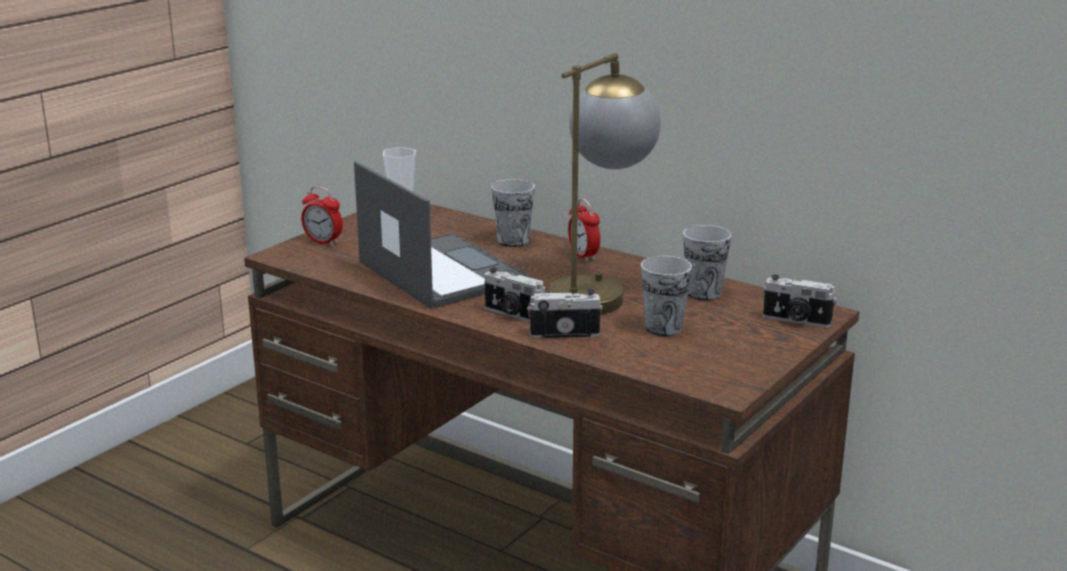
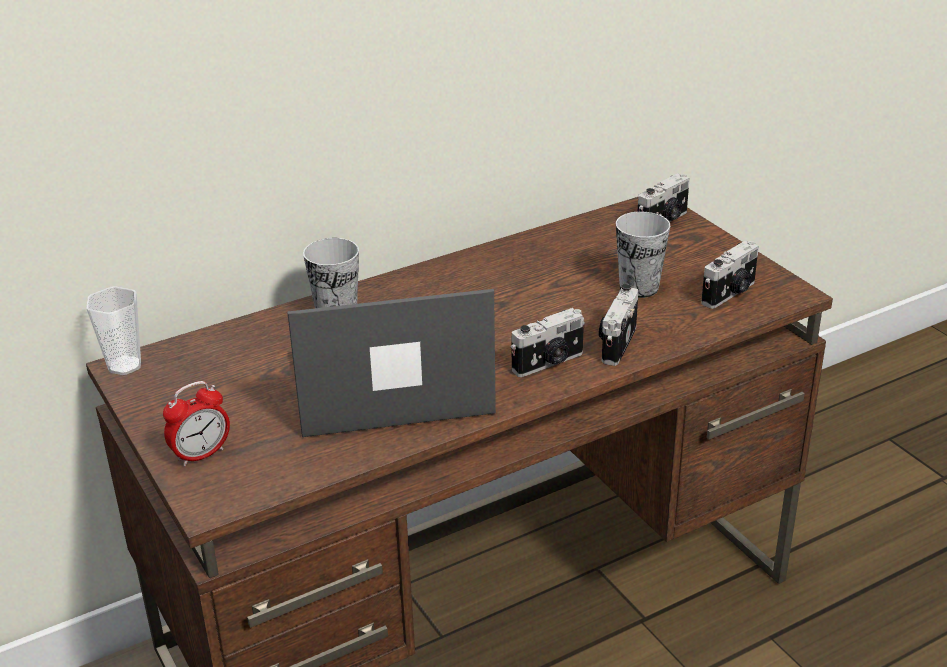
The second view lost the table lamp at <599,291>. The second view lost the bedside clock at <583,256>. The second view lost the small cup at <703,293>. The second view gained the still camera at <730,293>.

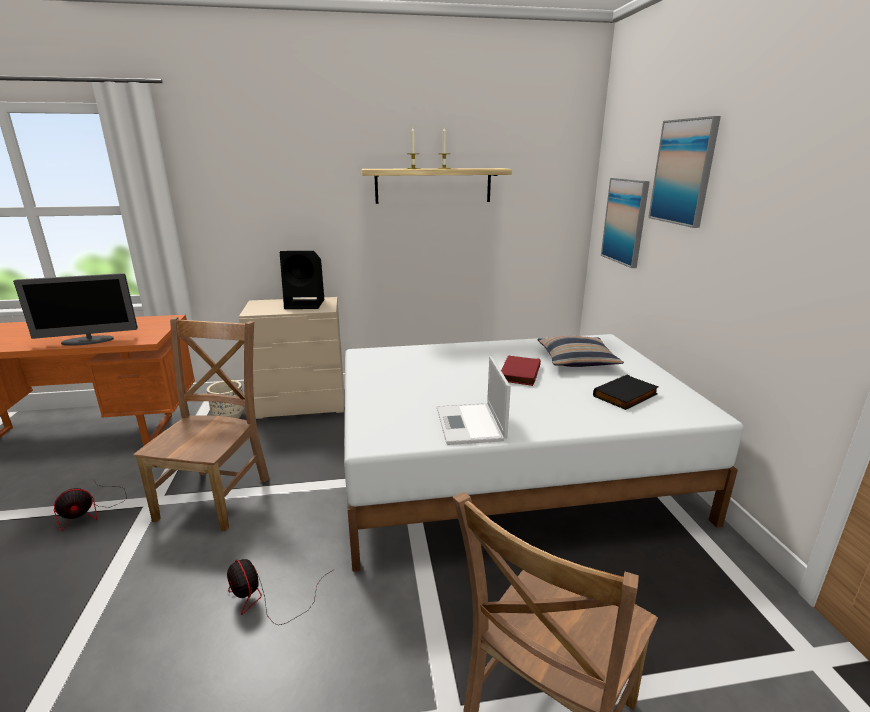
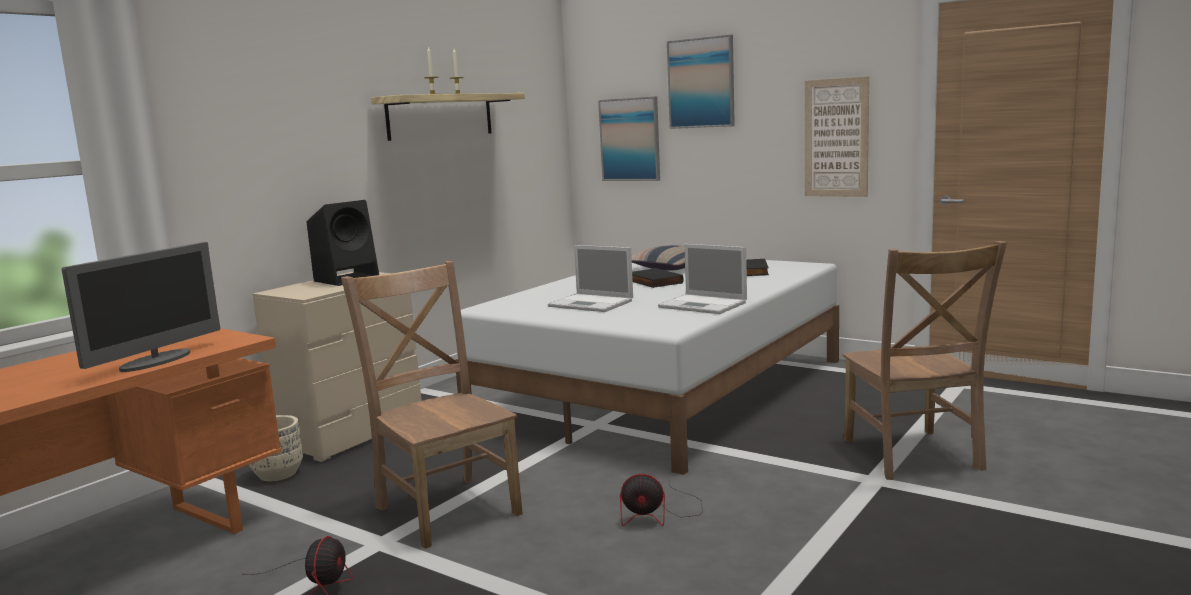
What was the volume (red-coloured) at <518,373> turned into the volume (blackish) at <652,282>. The second view gained the picture at <836,138>. The second view gained the laptop at <592,303>.

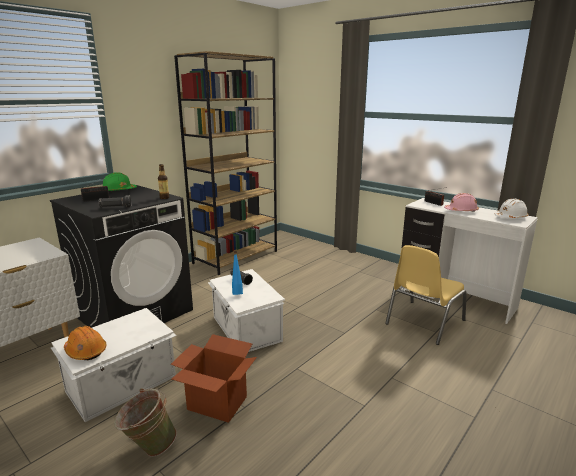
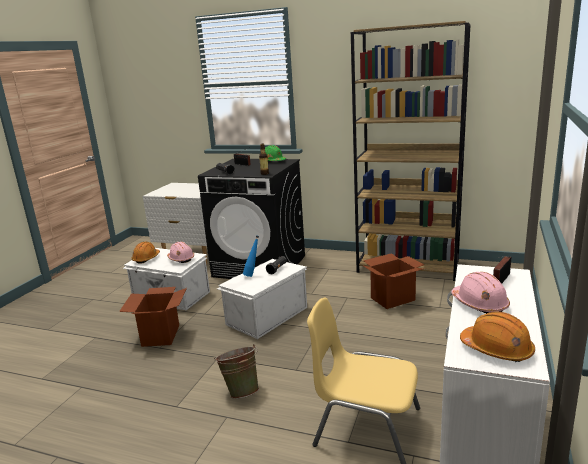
What was the hard hat (white) at <510,217> turned into the hard hat (orangey) at <497,349>. The bucket (greenish) ended up elsewhere, having gone from <148,447> to <241,391>. The second view gained the hard hat (pink) at <181,259>. The second view gained the packing box at <393,299>.

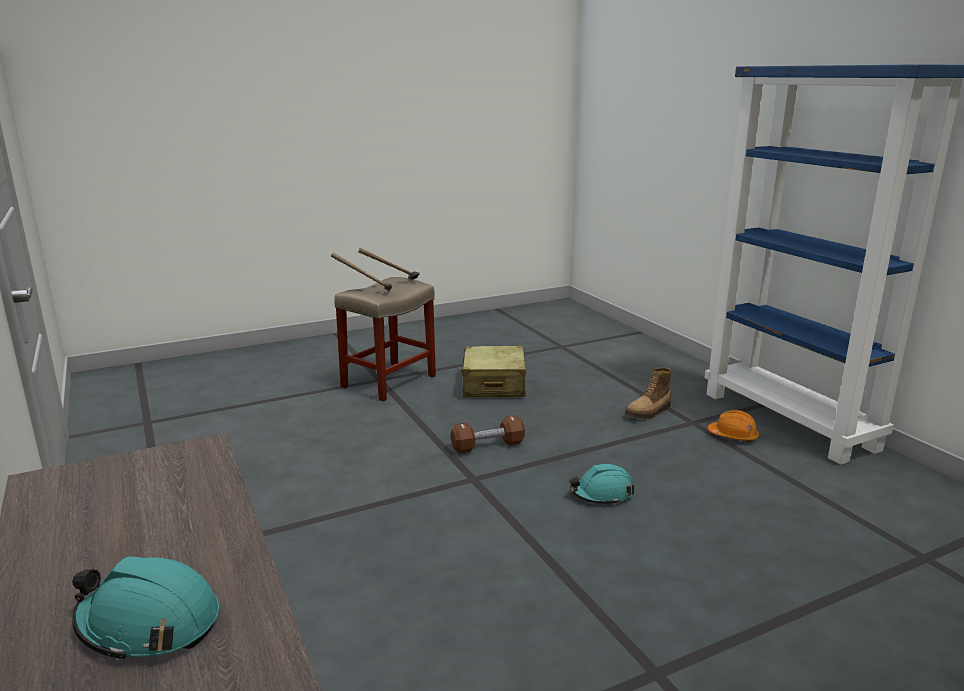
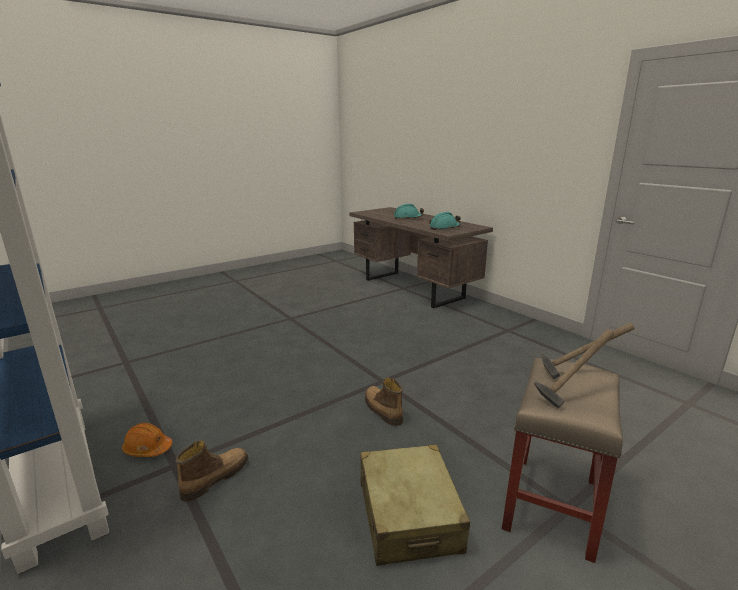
Where the dumbbell (brown) stood at <487,446>, the high-top boot came to stand at <382,410>. The hard hat (turquoise) ended up elsewhere, having gone from <602,494> to <444,228>.

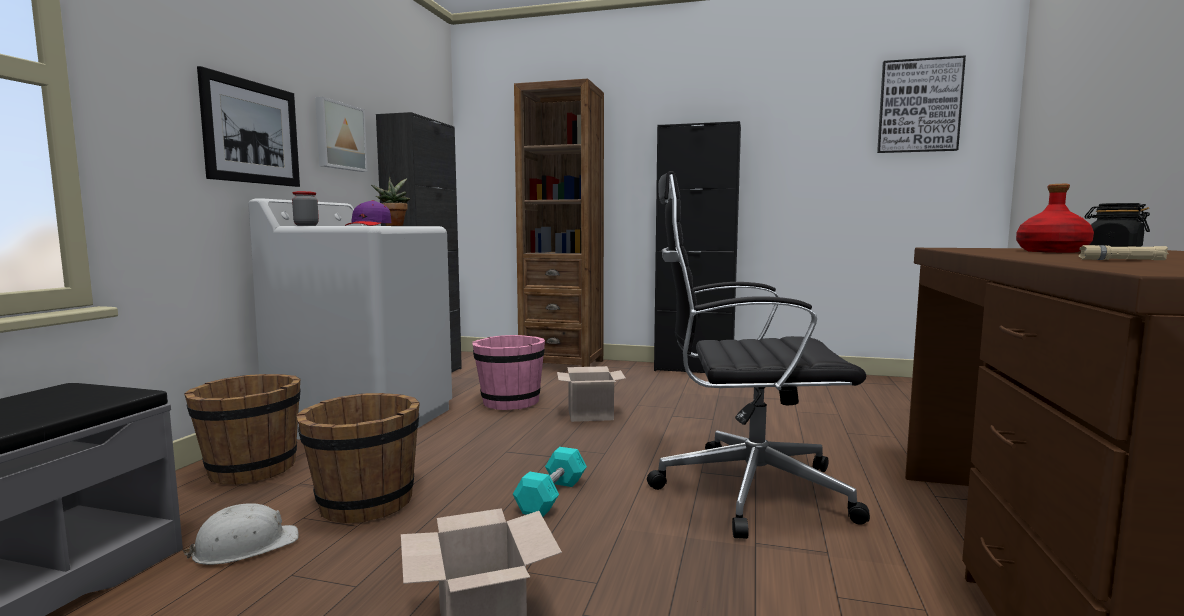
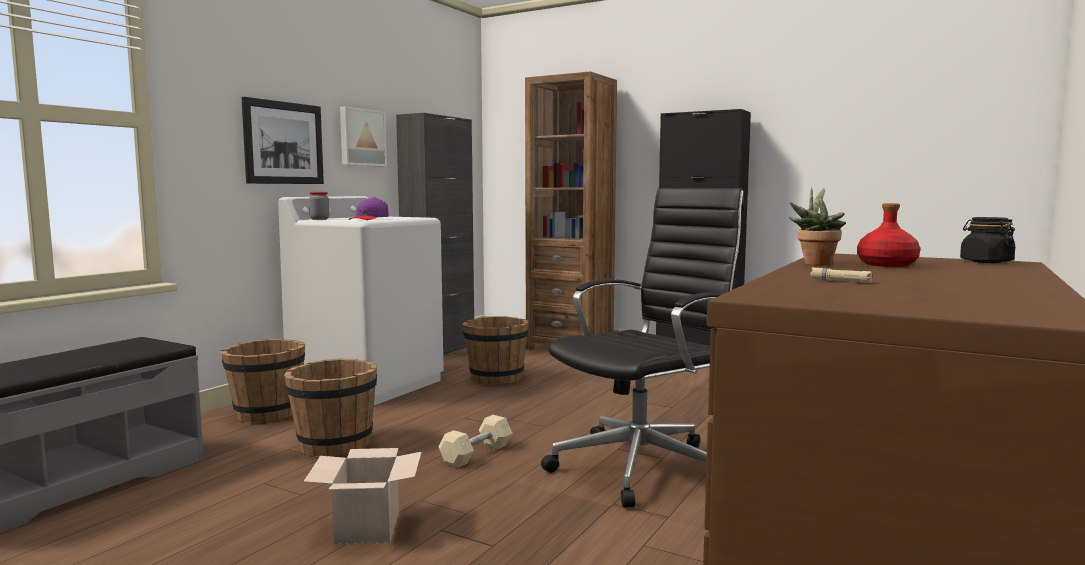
The second view lost the picture at <919,106>. The computer chair (blackish) at <746,490> ended up facing another way, 120 degrees clockwise from before. The houseplant ended up elsewhere, having gone from <394,225> to <815,263>. What was the bucket (pink) at <510,402> turned into the bucket (brown) at <496,378>. The second view lost the packing box at <591,415>. What was the dumbbell (turquoise) at <551,496> turned into the dumbbell (sand-coloured) at <476,454>. The second view lost the hard hat (white) at <245,546>.

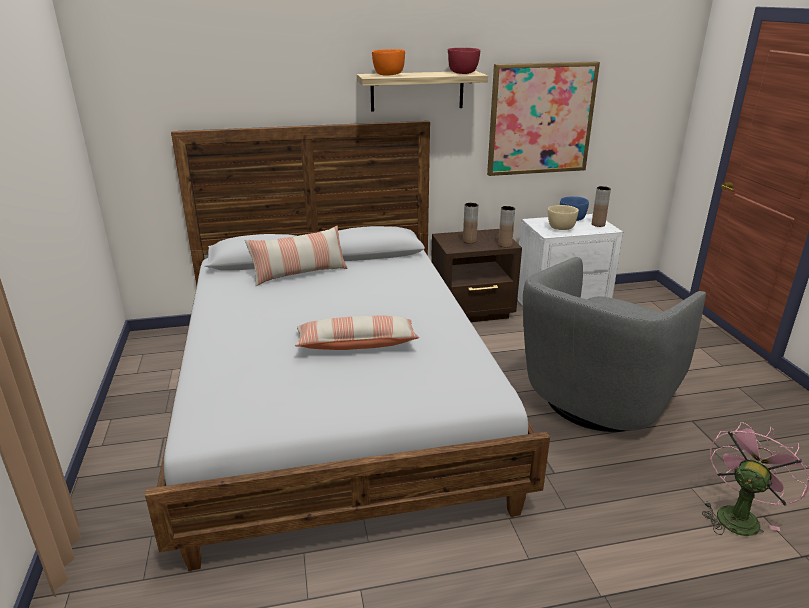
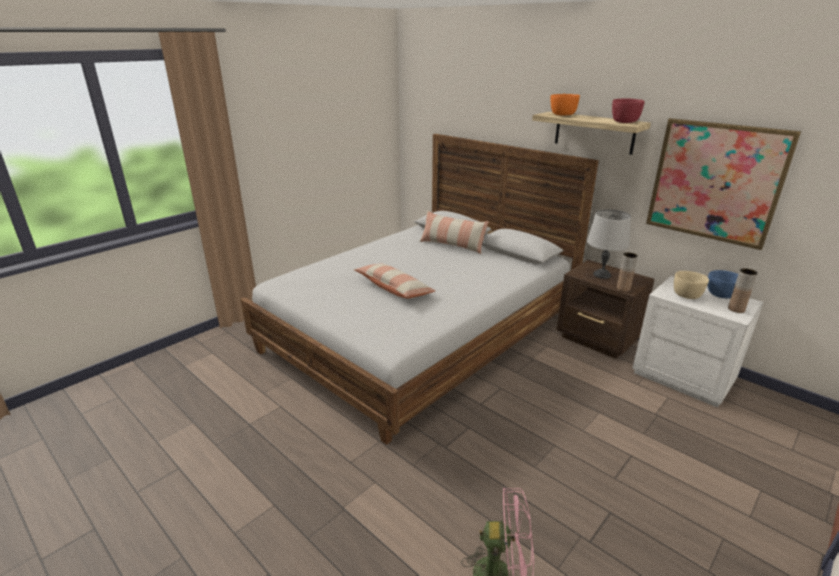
Where the decorative vase (brown) stood at <469,241>, the table lamp (grey) came to stand at <602,274>. The second view lost the easy chair (grey) at <596,400>.

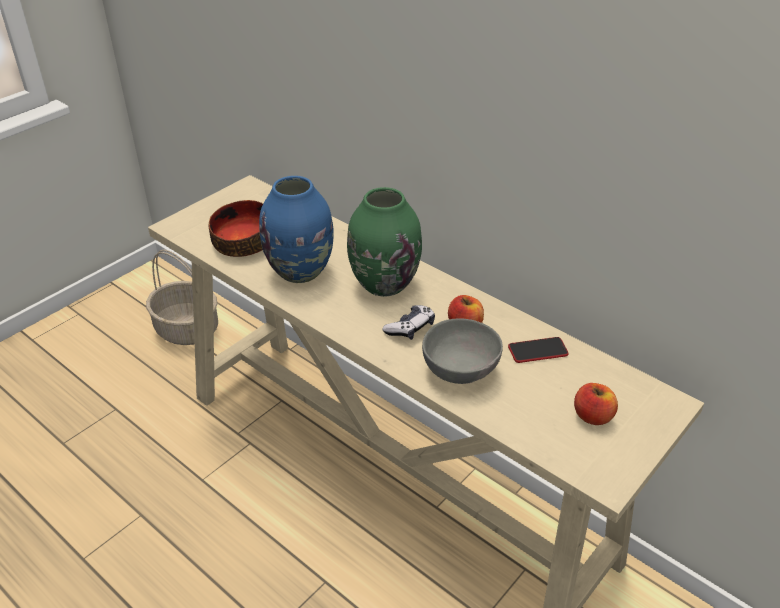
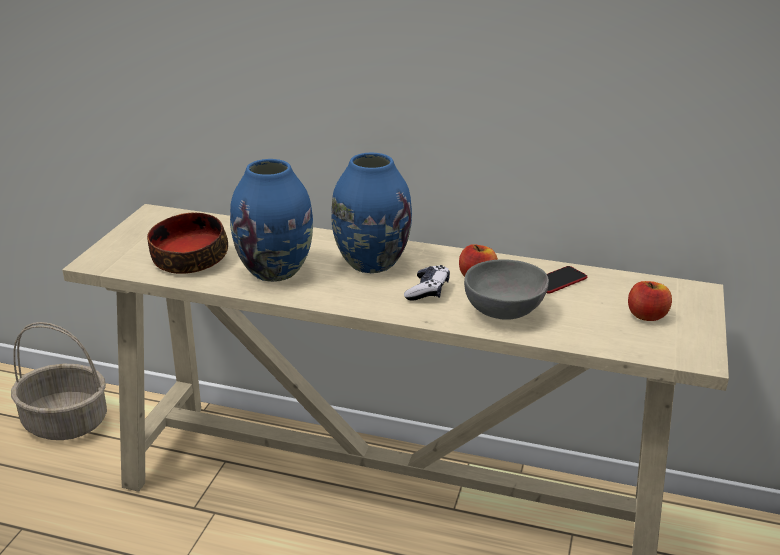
What was the decorative vase (greenish) at <384,283> turned into the decorative vase (blue-coloured) at <371,262>.

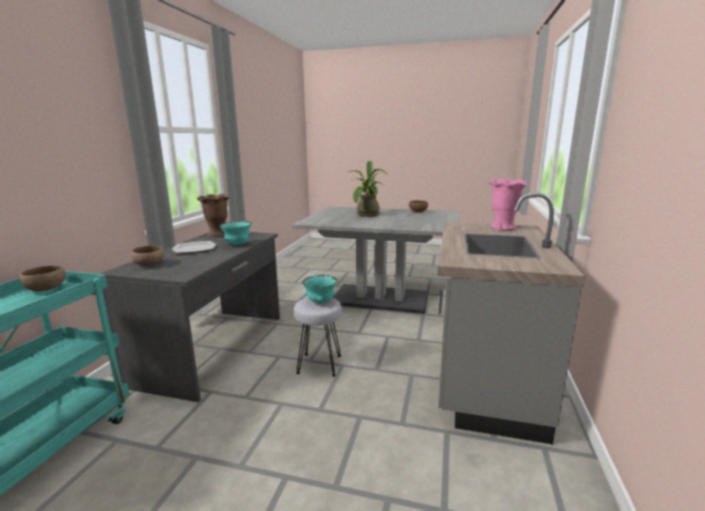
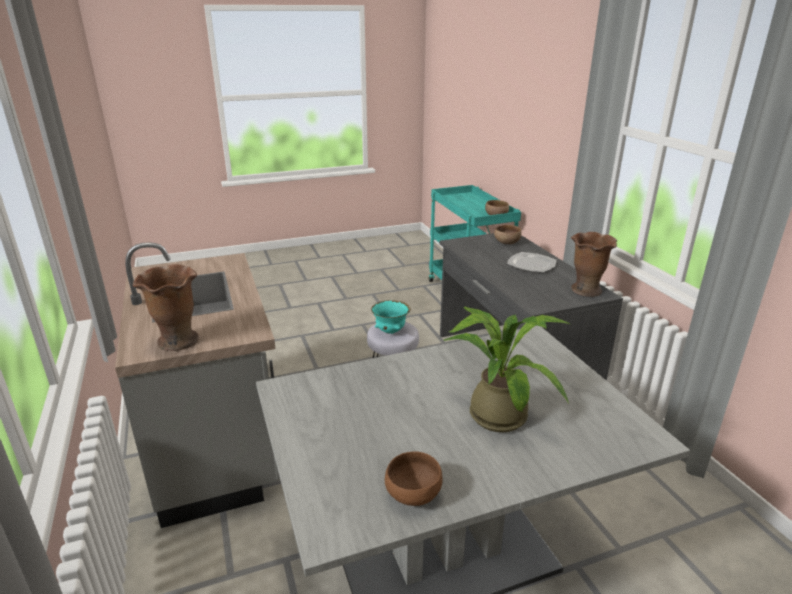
What was the decorative vase (pink) at <503,228> turned into the decorative vase (brown) at <178,341>. The second view lost the bowl (turquoise) at <238,245>.

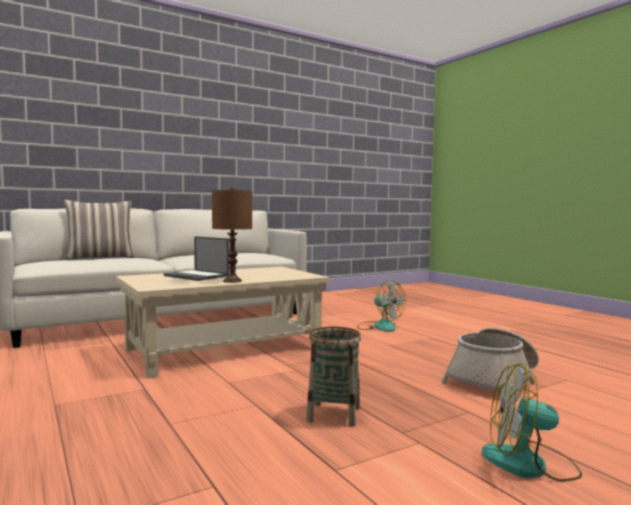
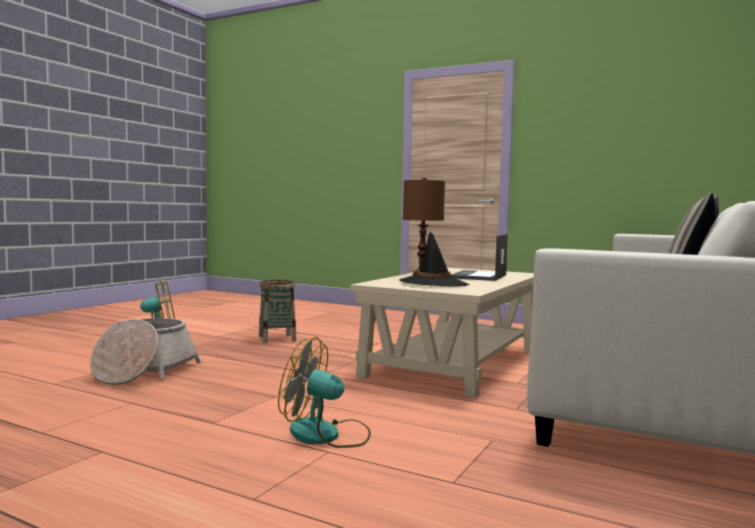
The laptop at <197,276> ended up facing another way, 75 degrees counterclockwise from before. The second view gained the clothing hat (blackish) at <433,283>.

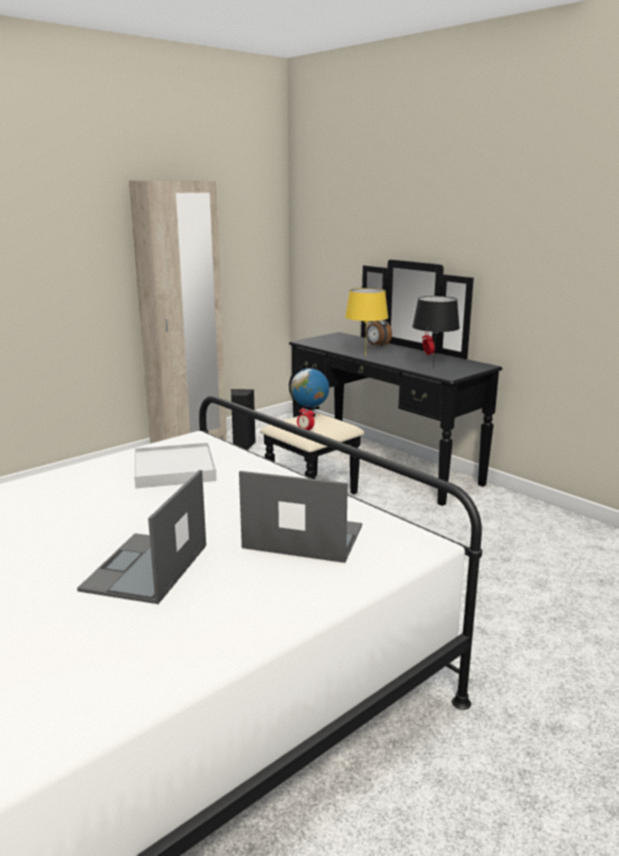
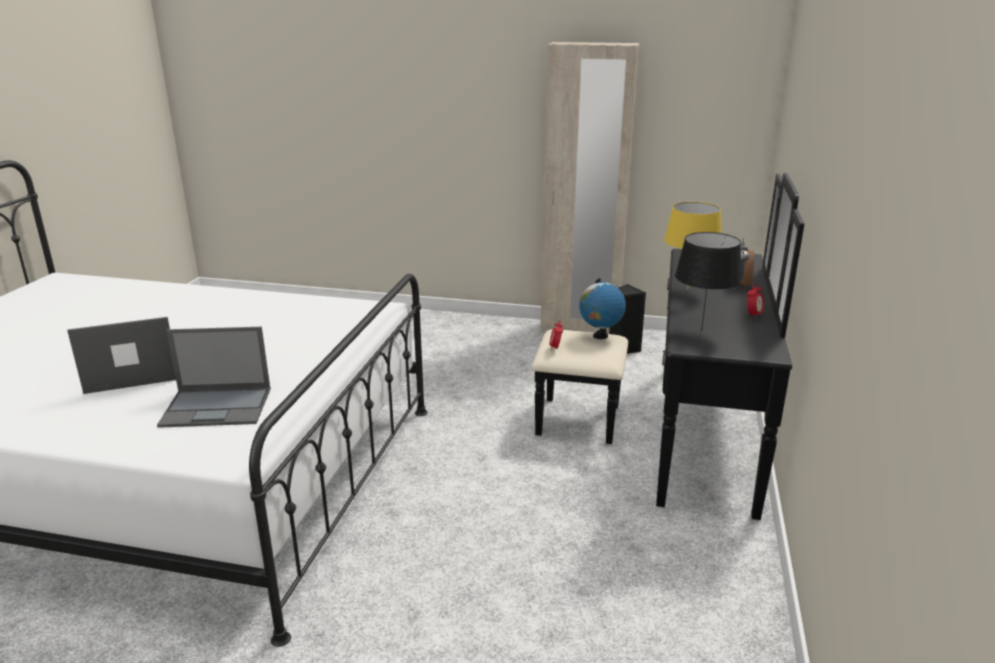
The second view lost the carrying tray (white) at <174,469>. The laptop at <301,537> ended up facing another way, 105 degrees clockwise from before.

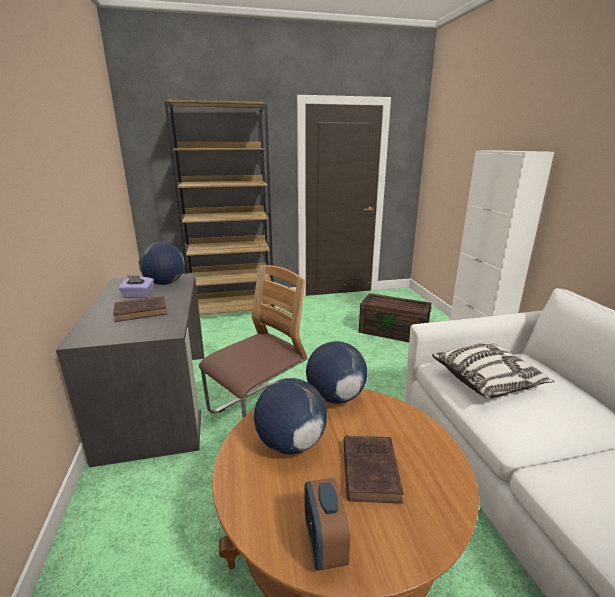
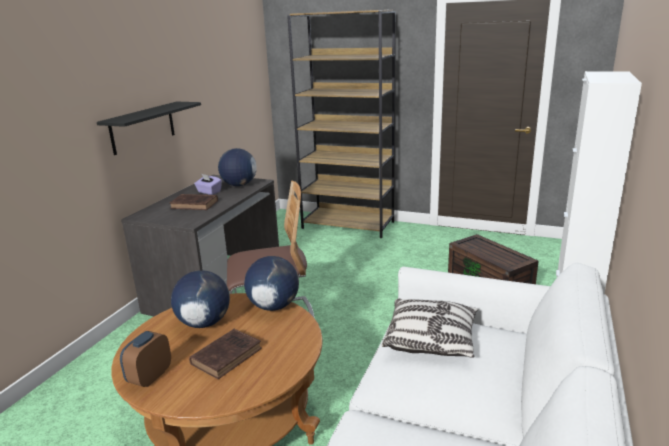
The second view gained the bracket shelf (blackish) at <143,127>.

